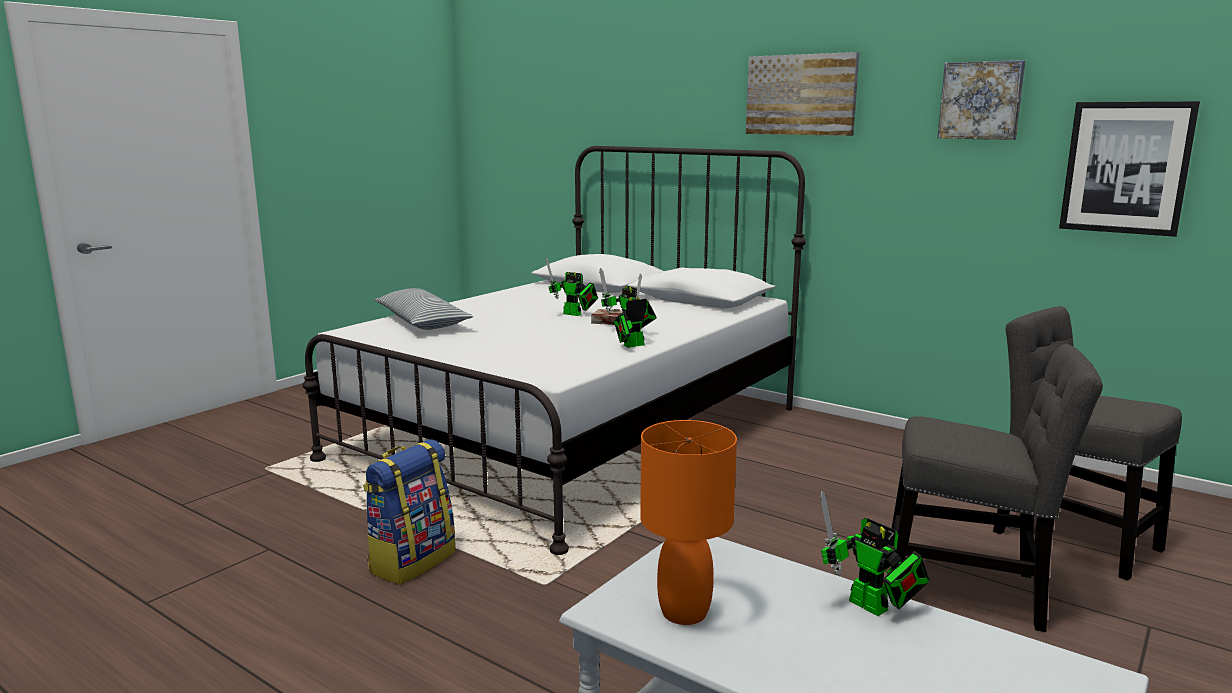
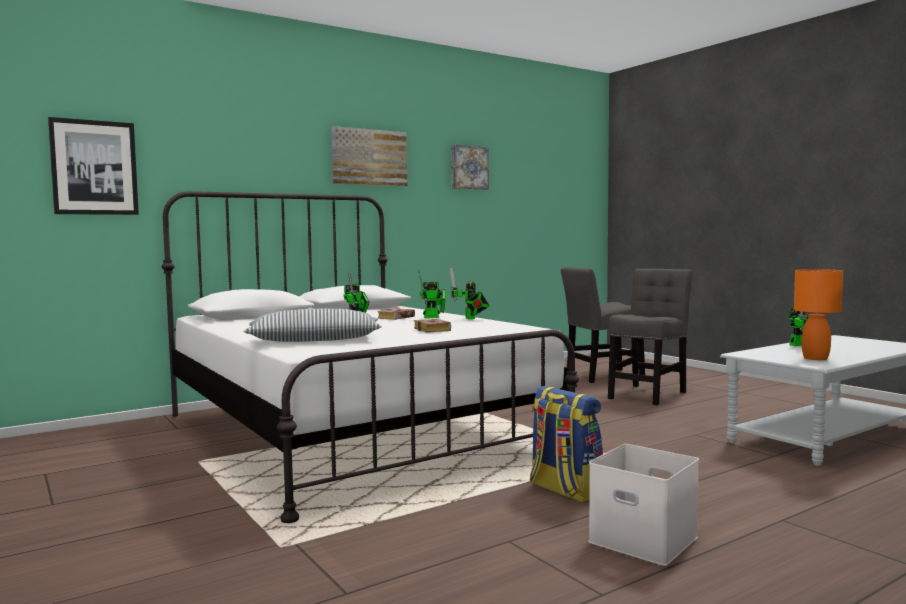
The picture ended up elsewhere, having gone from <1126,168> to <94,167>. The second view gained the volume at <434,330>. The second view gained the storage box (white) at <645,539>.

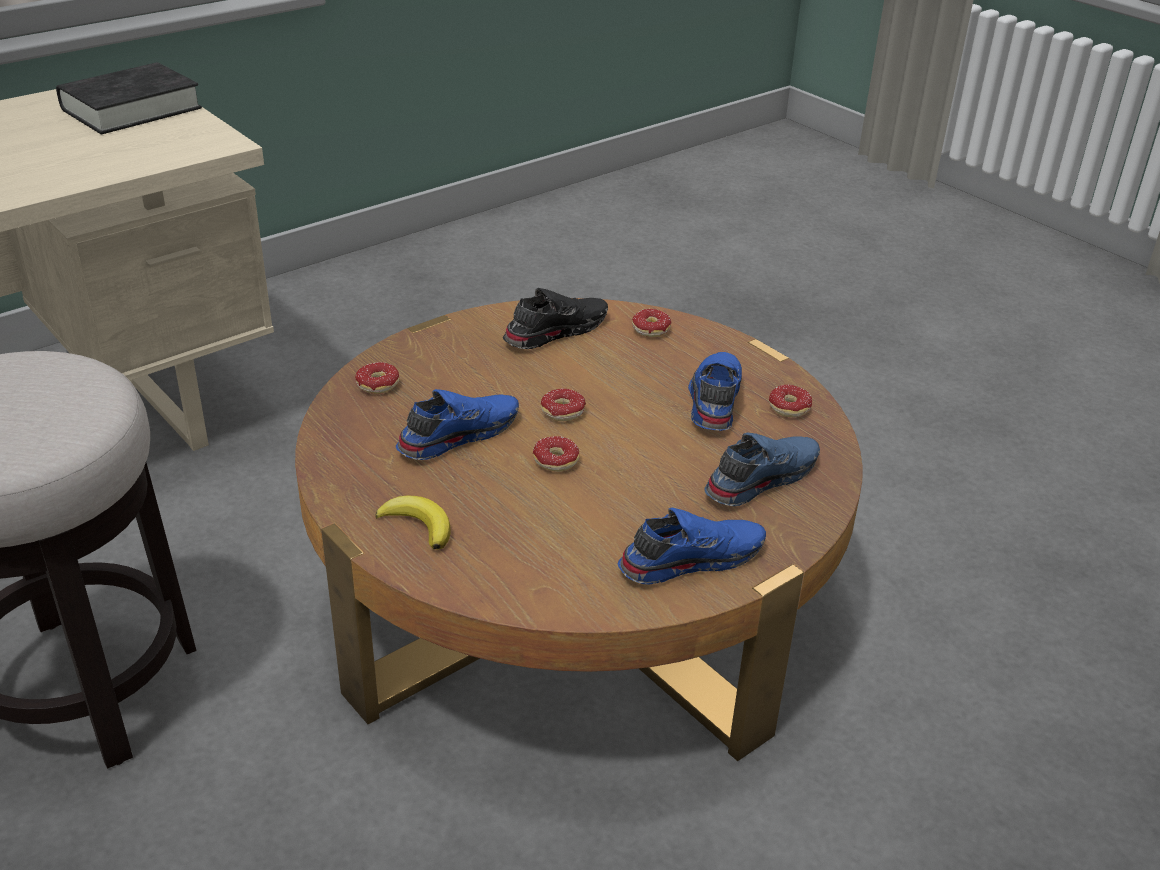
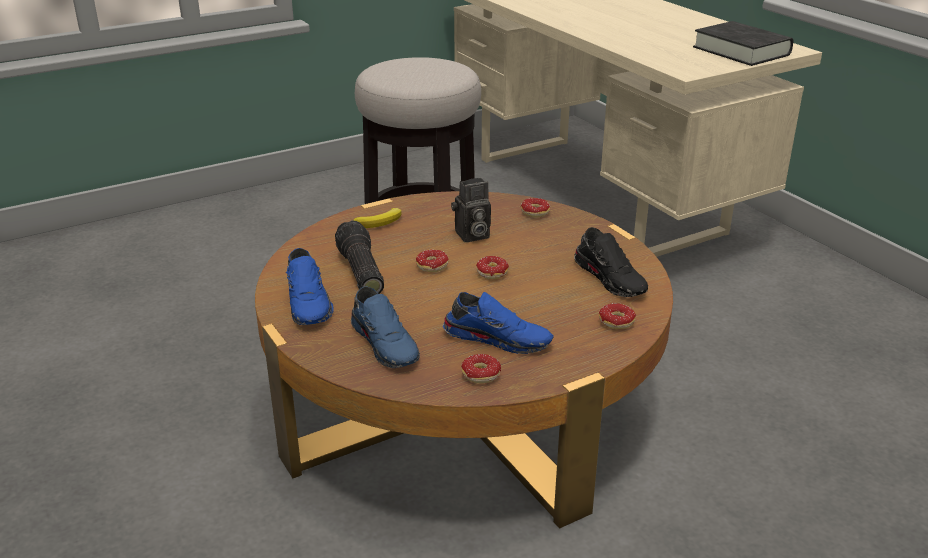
Where the low shoe (blue-coloured) stood at <457,434>, the still camera came to stand at <471,236>. The second view gained the flashlight at <359,272>.

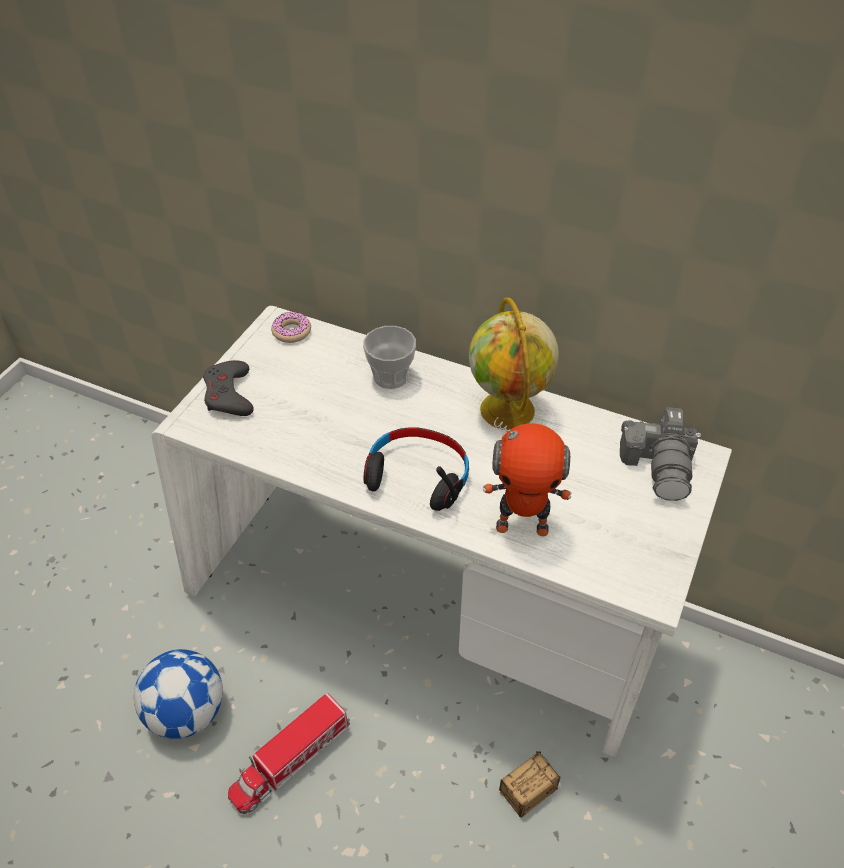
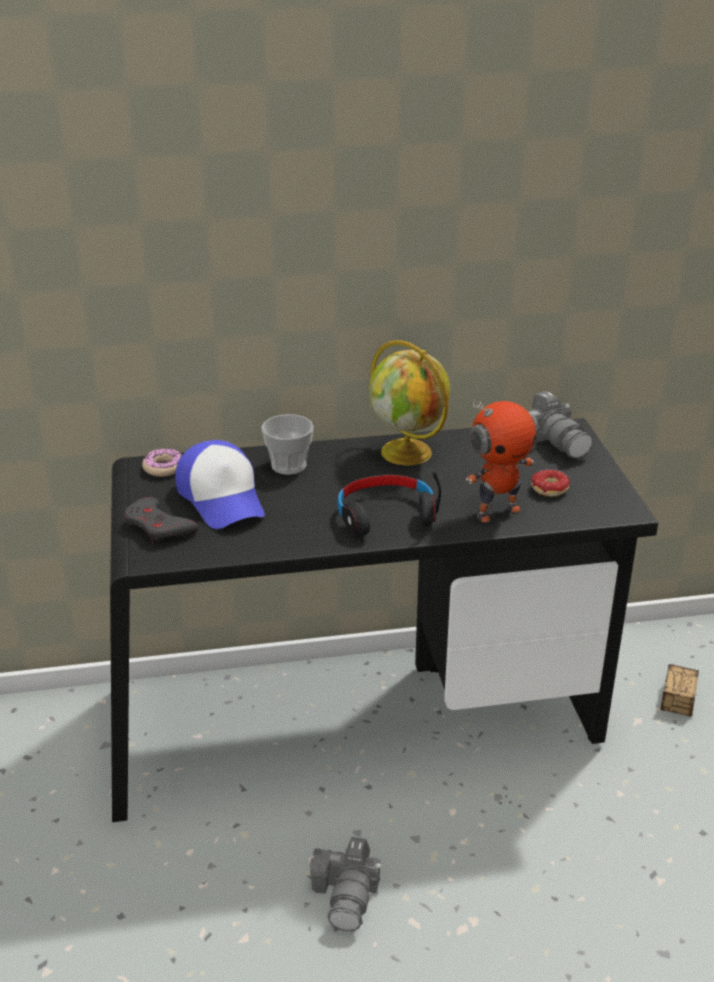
What was the desk unit (white) at <422,609> turned into the desk unit (blackish) at <357,723>. The second view lost the football at <187,712>. Where the model truck stood at <290,760>, the still camera came to stand at <347,895>. The storage box ended up elsewhere, having gone from <502,809> to <674,720>. The second view gained the cap at <222,498>. The second view gained the doughnut at <552,493>.

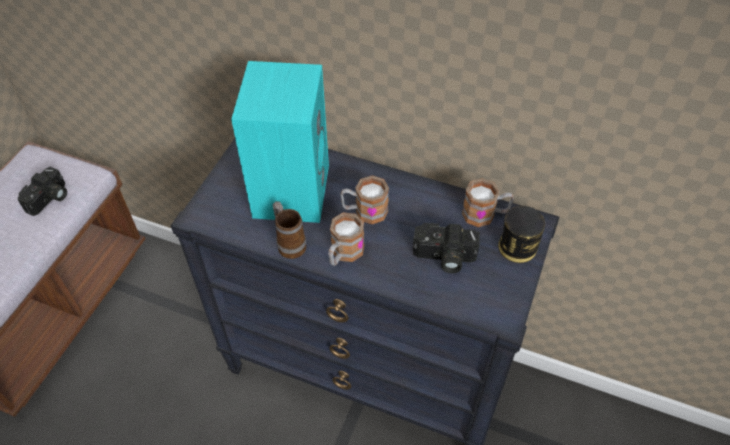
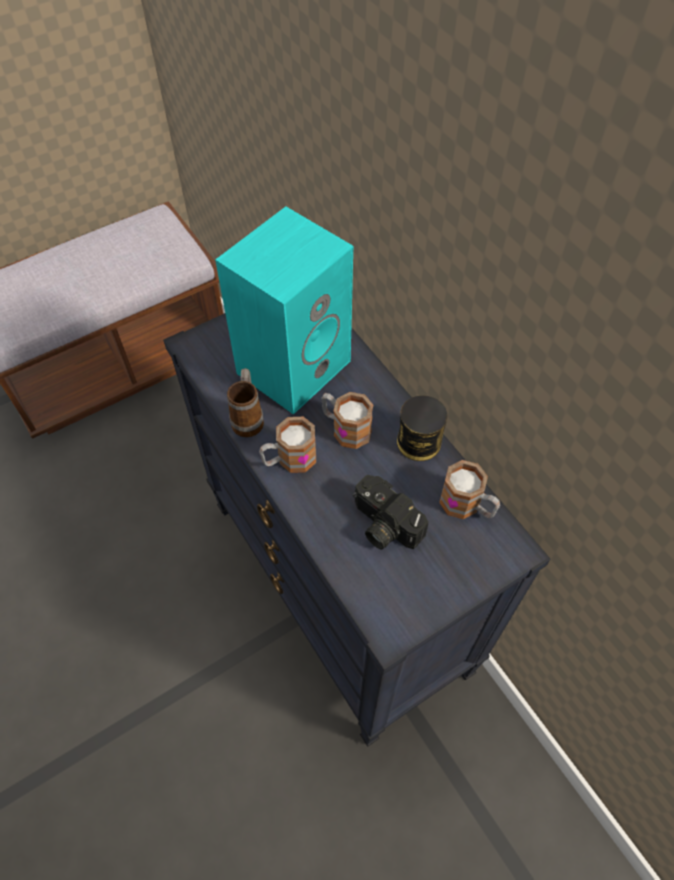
The second view lost the still camera at <50,199>. The metal can ended up elsewhere, having gone from <517,247> to <419,442>.

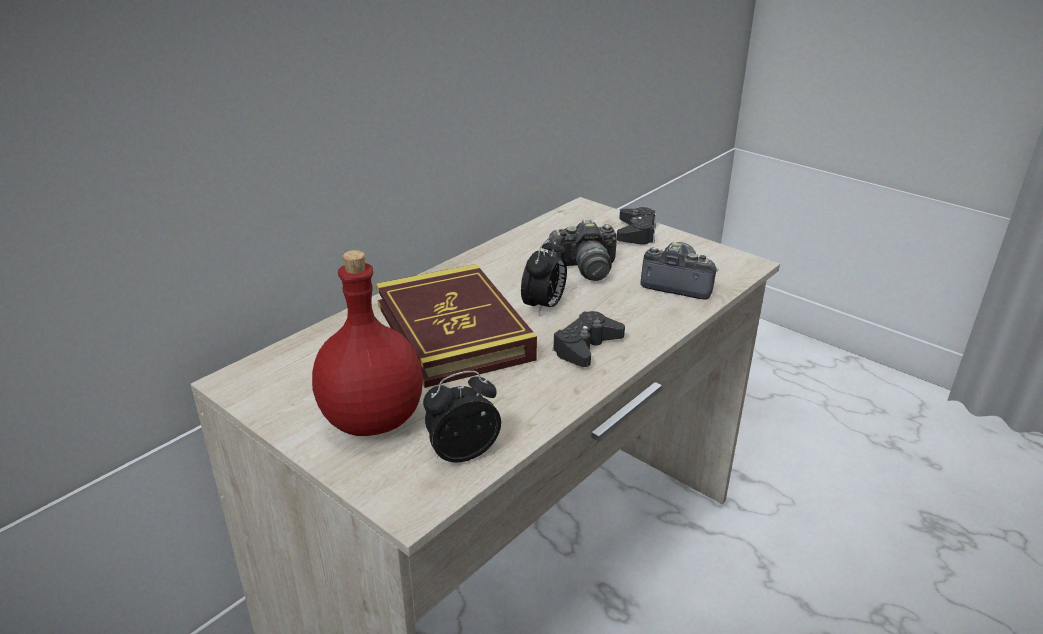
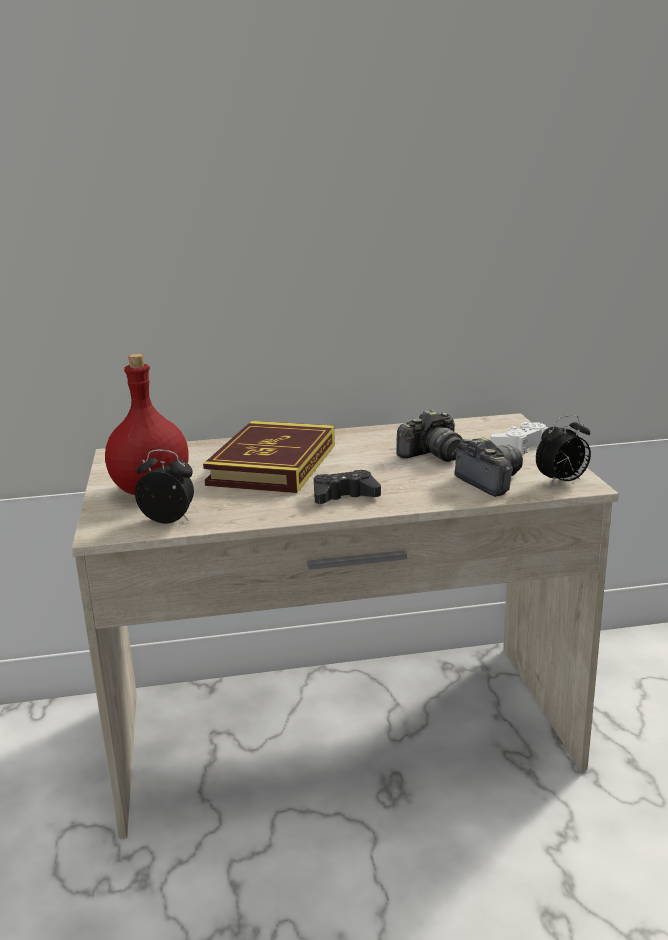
What was the joypad (blackish) at <636,233> turned into the joypad (white) at <521,444>. The still camera at <584,268> ended up facing another way, 60 degrees counterclockwise from before. The bedside clock ended up elsewhere, having gone from <544,307> to <562,482>.

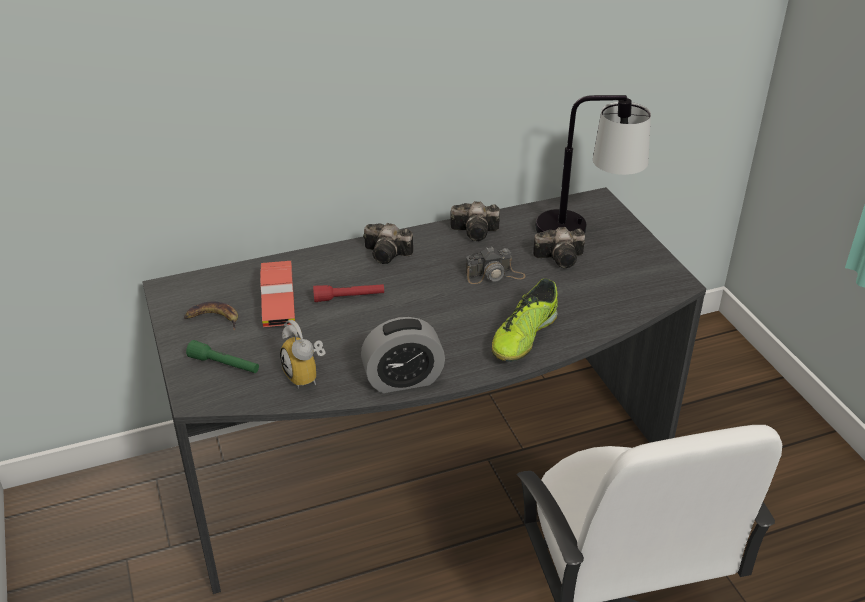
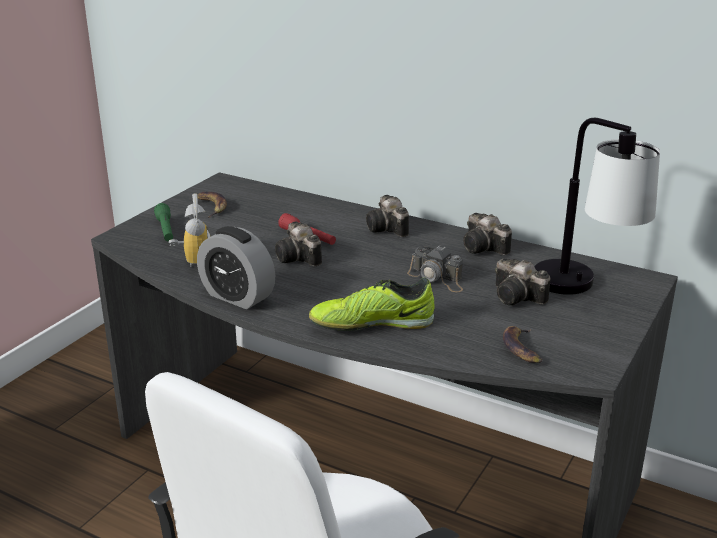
The second view lost the model car (red-coloured) at <278,303>. The bedside clock at <307,376> ended up facing another way, 150 degrees clockwise from before. The second view gained the still camera at <299,258>. The second view gained the banana at <522,348>.

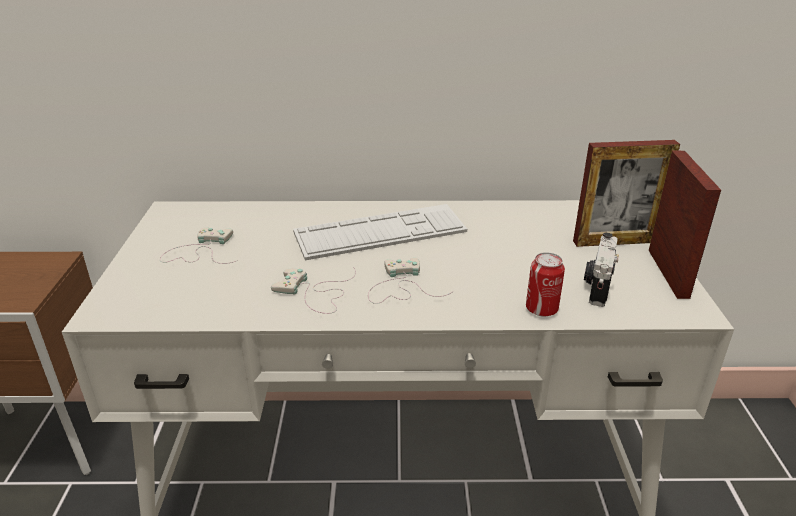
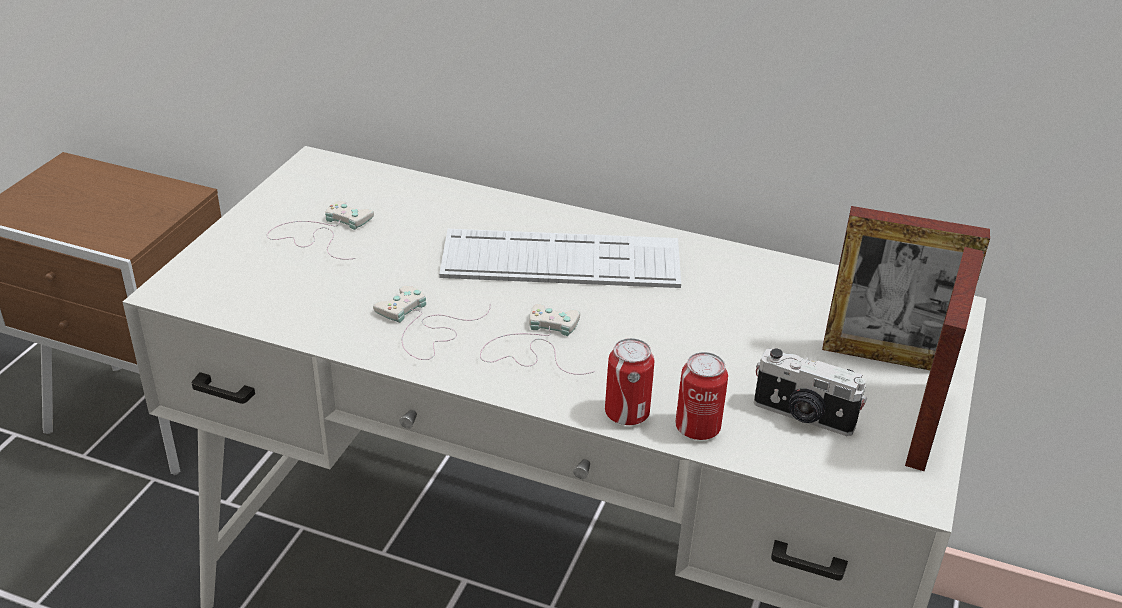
The still camera at <597,286> ended up facing another way, 105 degrees counterclockwise from before. The second view gained the metal can at <627,413>.

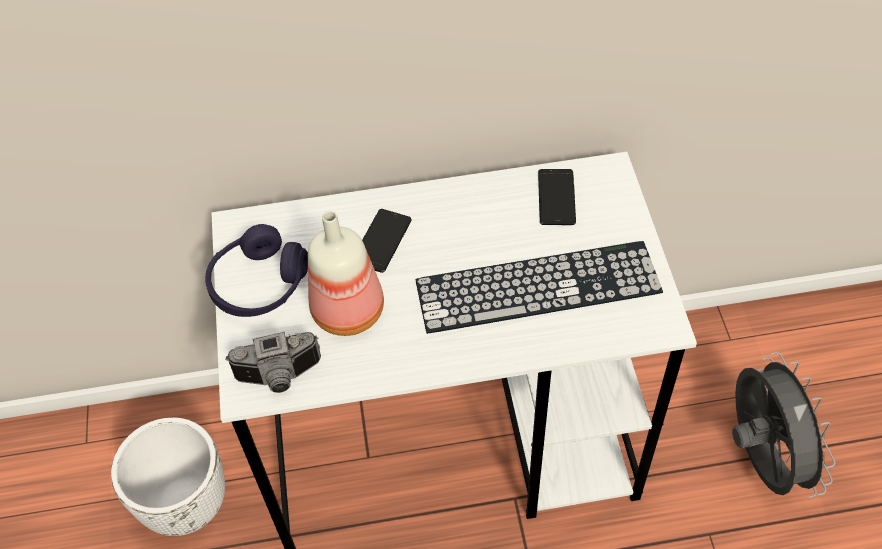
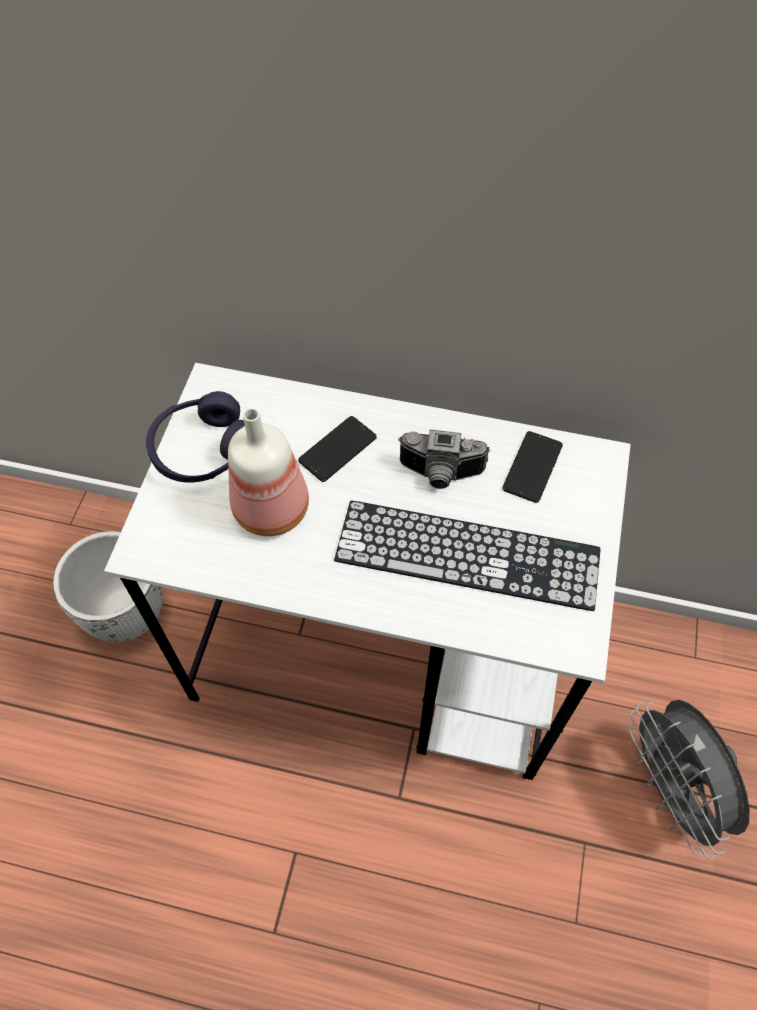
The still camera ended up elsewhere, having gone from <279,378> to <440,475>. The electric fan (grey) at <760,459> ended up facing another way, 150 degrees clockwise from before.

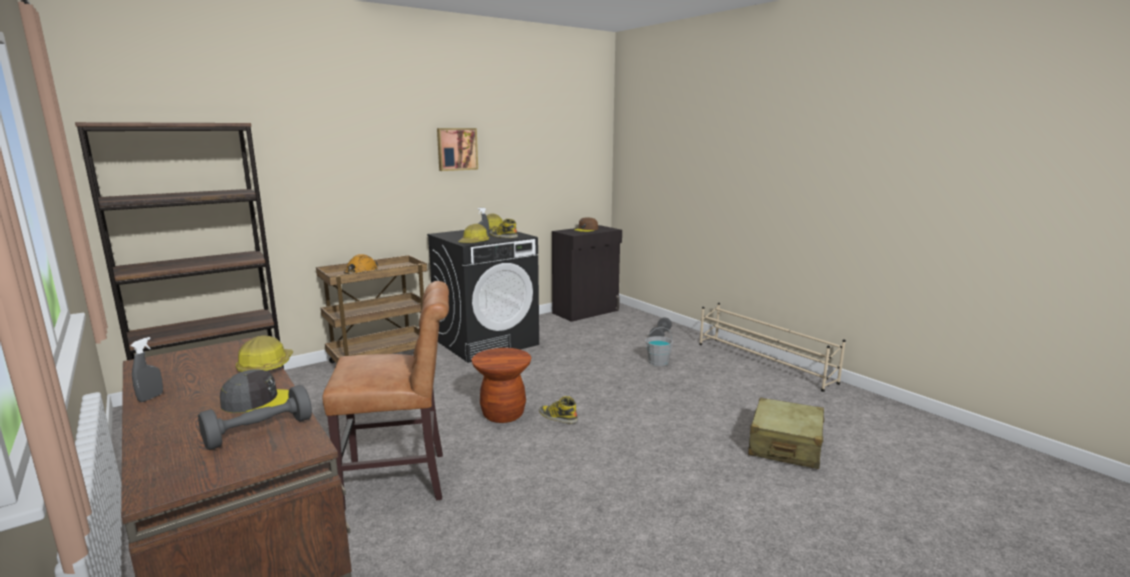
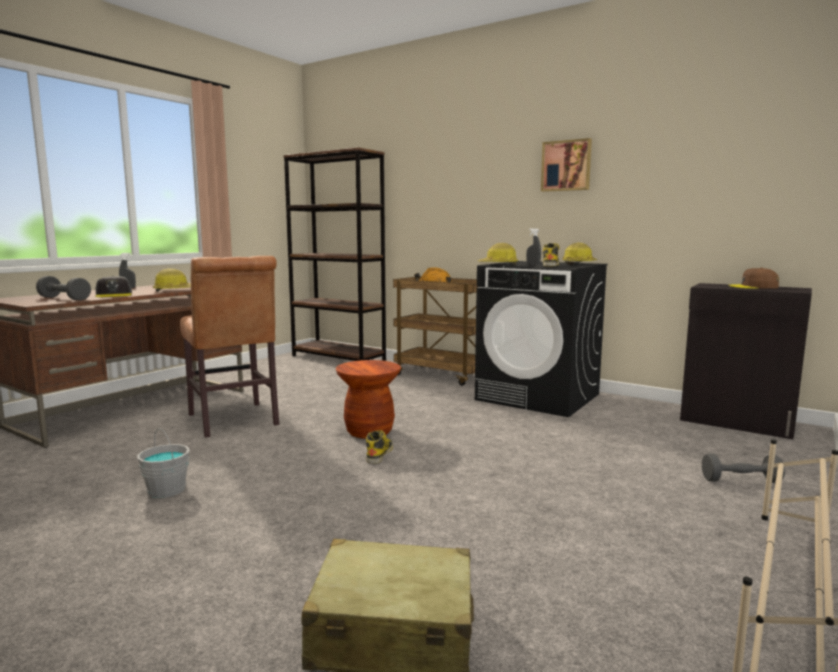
The bucket (grey) ended up elsewhere, having gone from <658,362> to <167,490>.

